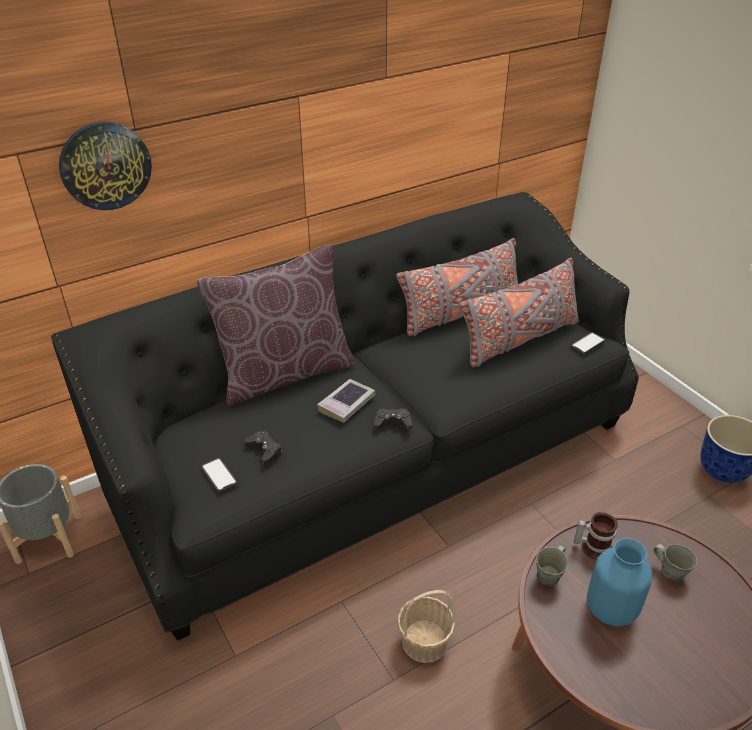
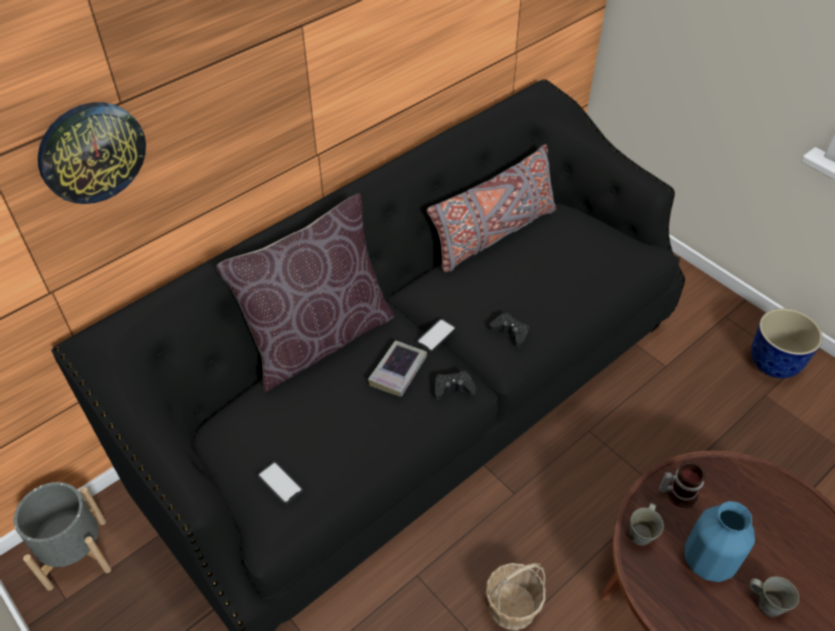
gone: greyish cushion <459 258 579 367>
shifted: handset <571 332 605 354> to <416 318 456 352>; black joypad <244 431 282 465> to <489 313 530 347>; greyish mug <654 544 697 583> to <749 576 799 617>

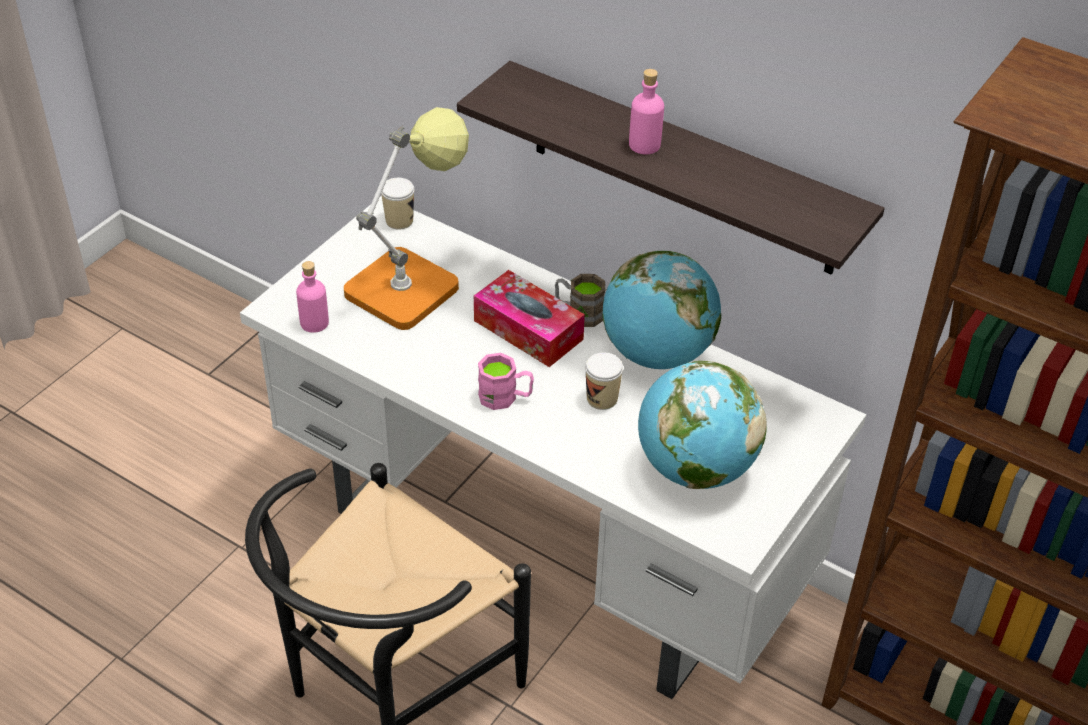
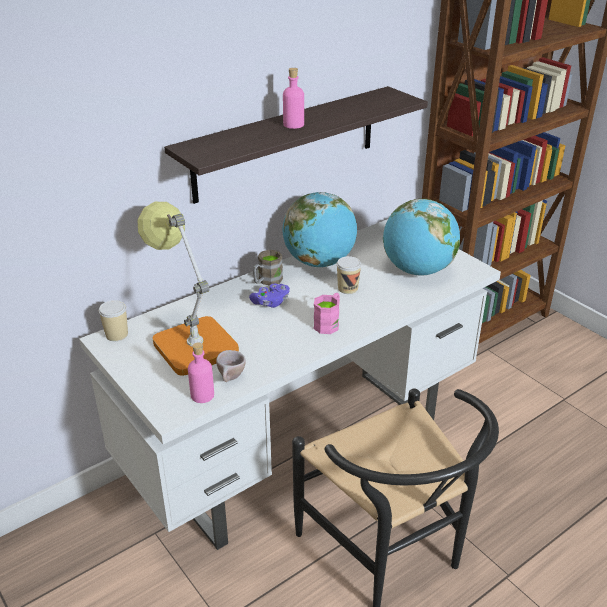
new: beige drinking cup <216 350 246 382>
swapped: box of tissues <474 270 585 367> to purplish joypad <249 284 290 308>

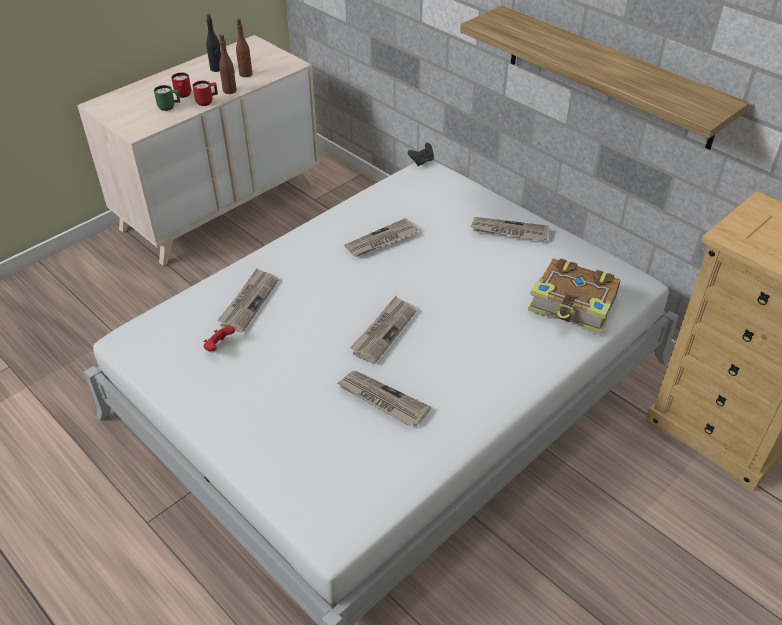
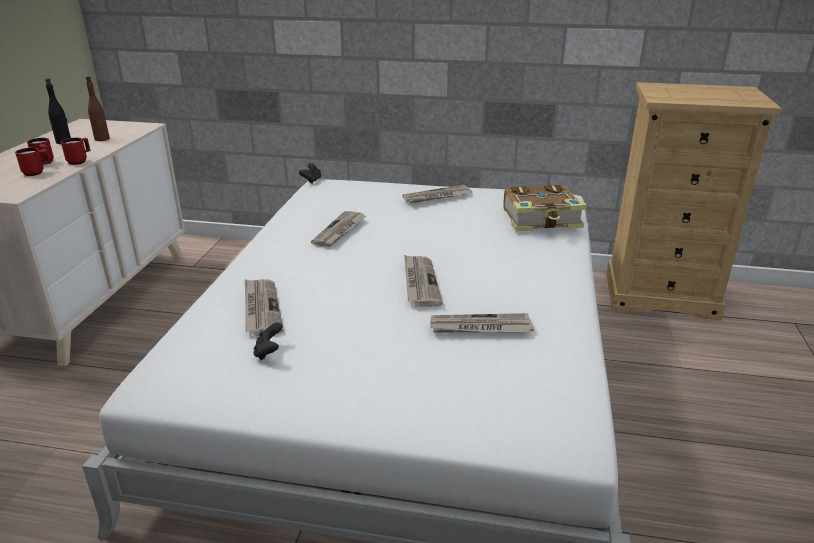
gone: brown-coloured bottle <219 34 237 94>; shelf <460 6 749 150>
repainted: green-coloured mug <154 85 180 111> to reddish mug <15 148 51 176>; reddish joypad <204 326 235 351> to black joypad <253 323 283 360>

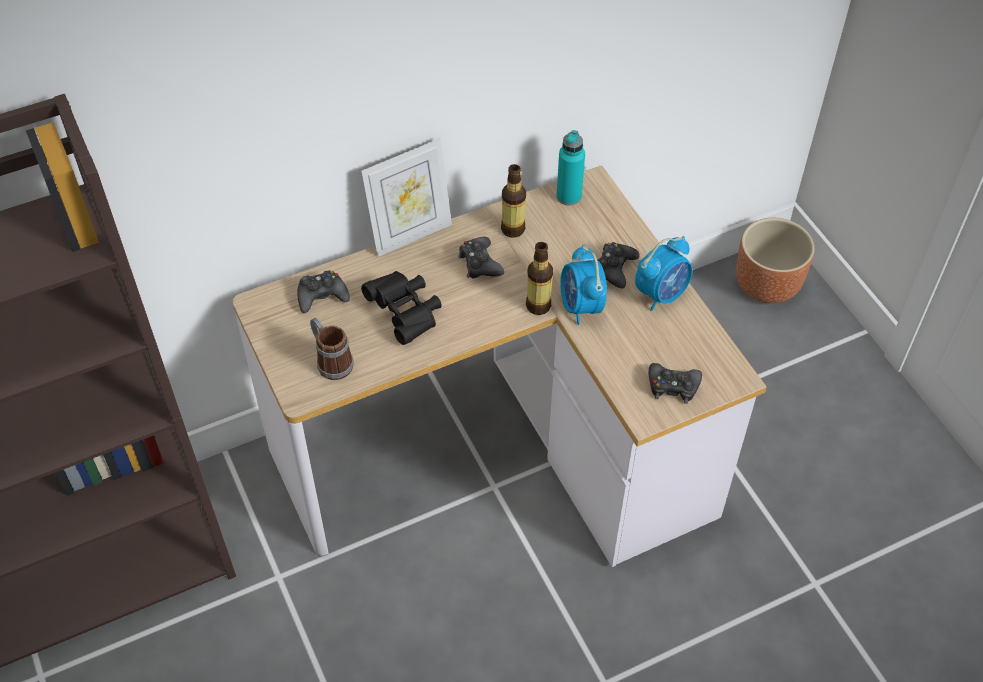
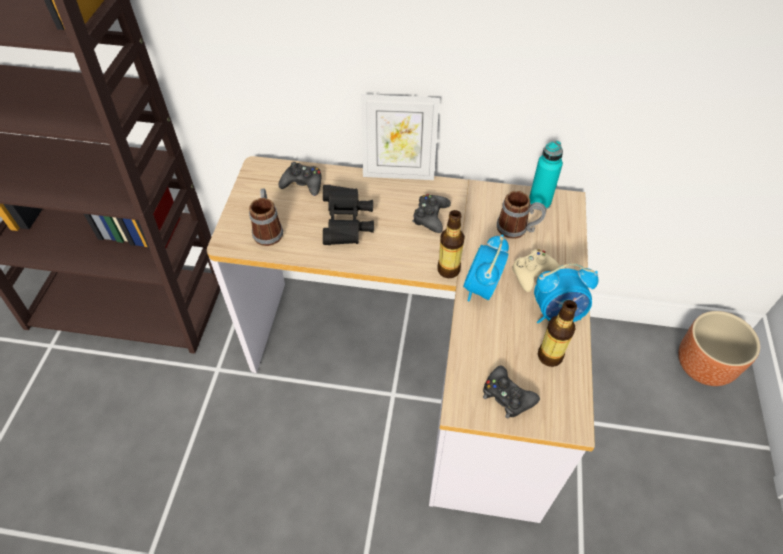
new: mug <497 191 546 239>
shifted: bottle <501 164 526 237> to <538 300 577 367>
repainted: black joypad <597 242 639 288> to beige joypad <512 249 562 292>

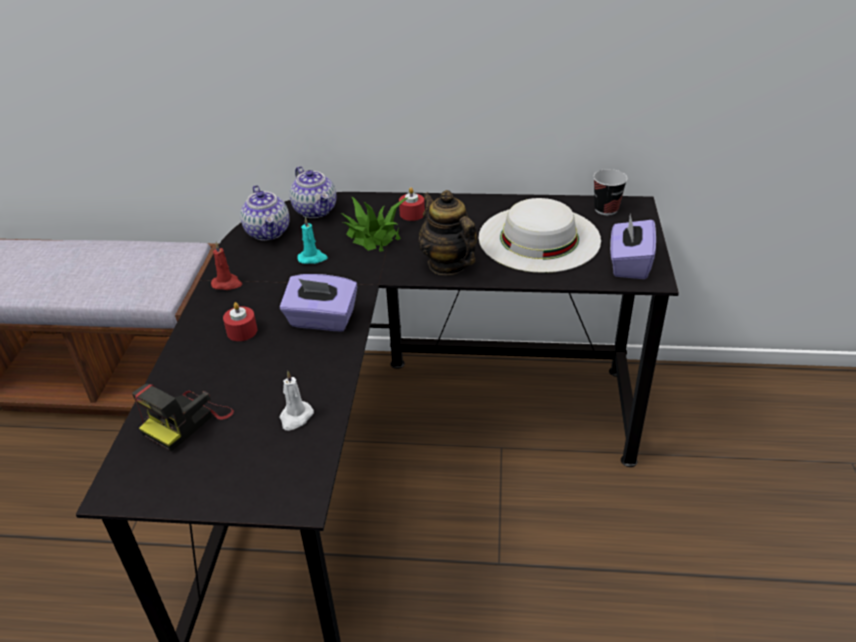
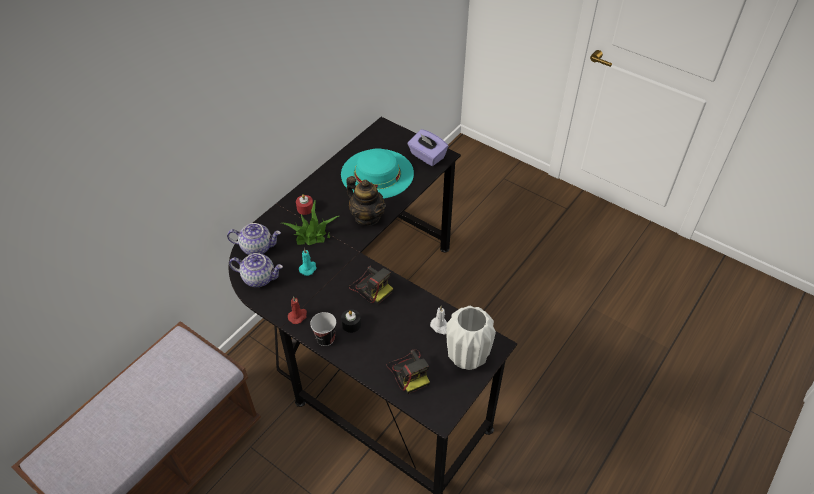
new: white vase <446 306 496 370>
shifted: drinking cup <593 169 628 215> to <310 312 336 346>
swapped: purplish box of tissues <280 274 358 331> to still camera <349 266 393 304>
repainted: white wearable hat <479 198 601 273> to turquoise wearable hat <341 148 414 199>; reddish wax candle <223 302 257 341> to black wax candle <341 309 361 333>
rotated: pot for tea <419 190 477 275> = <346 176 386 226> 135 degrees counterclockwise

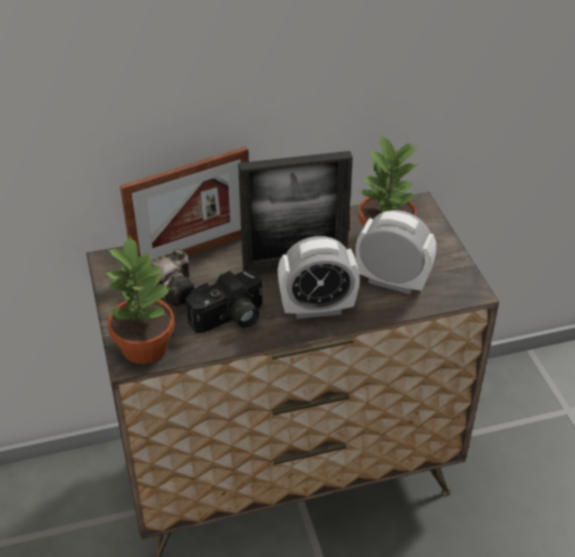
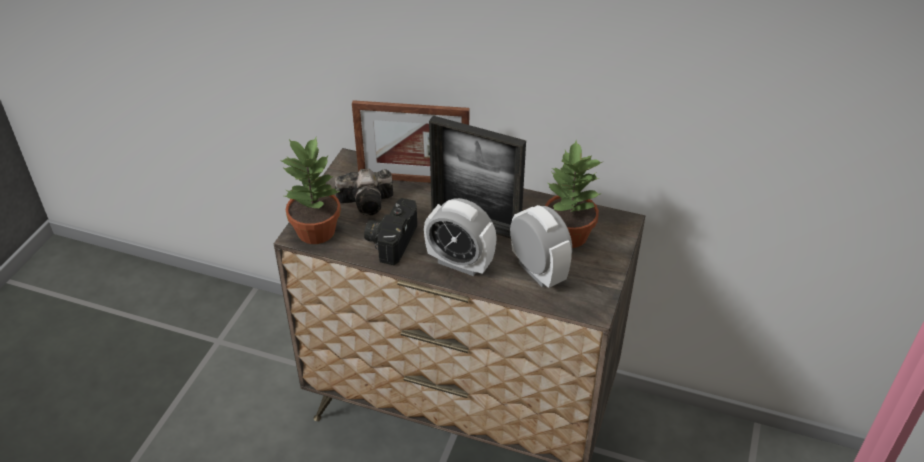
rotated: still camera <186 270 263 333> = <364 198 417 265> 105 degrees clockwise

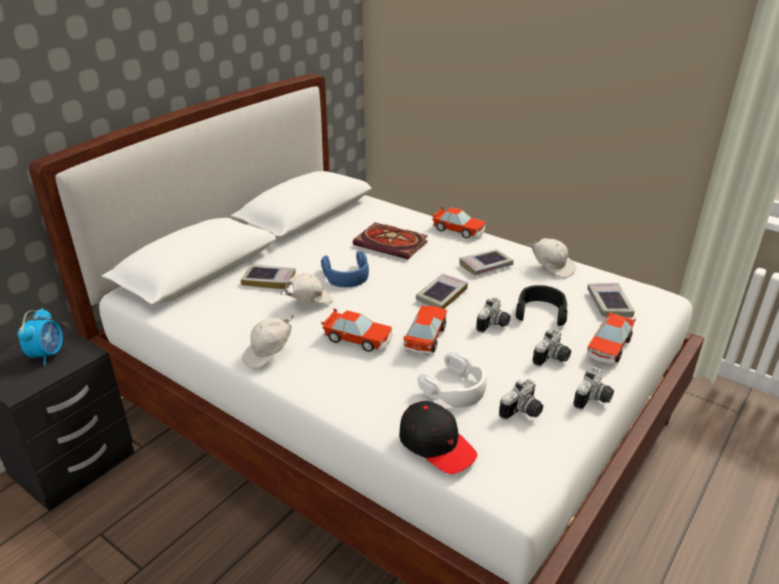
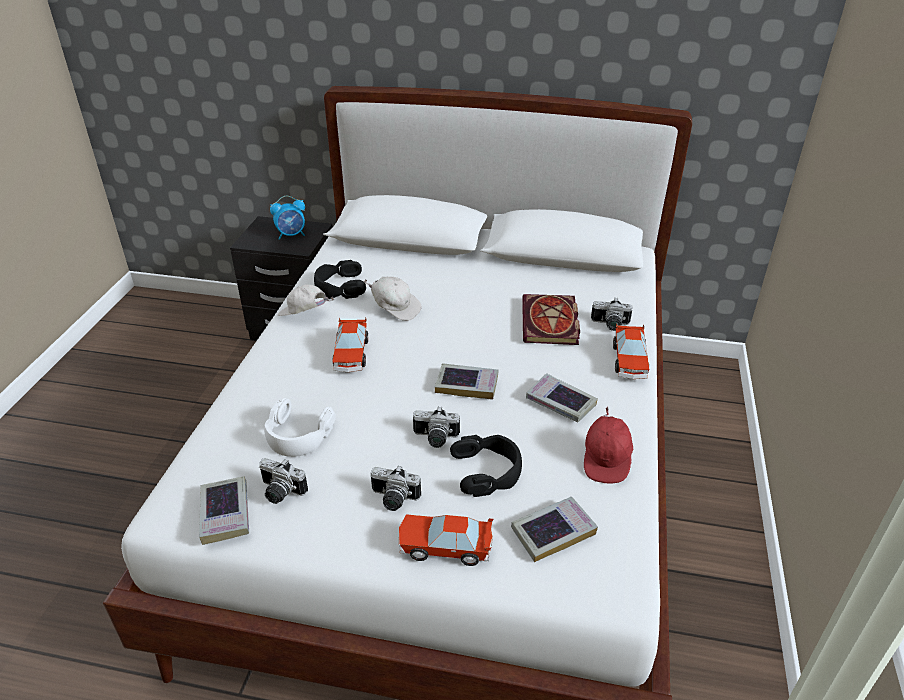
gone: blue headset <321 251 369 287>; black peaked cap <399 401 477 474>; model car <403 306 447 356>
new: black headset <314 260 366 299>
shifted: volume <241 264 296 289> to <199 476 249 545>; still camera <573 367 614 410> to <591 298 632 331>
repainted: white peaked cap <525 238 576 278> to reddish peaked cap <584 407 633 484>

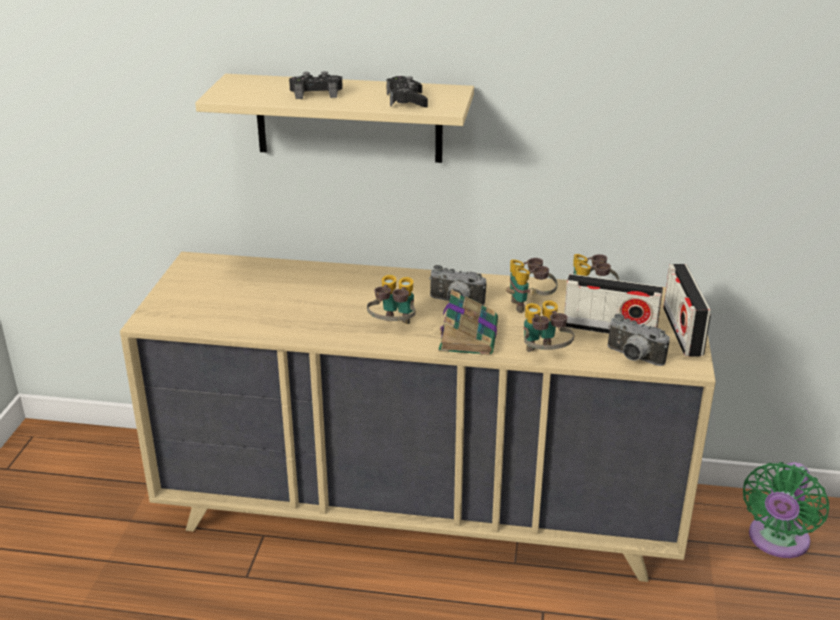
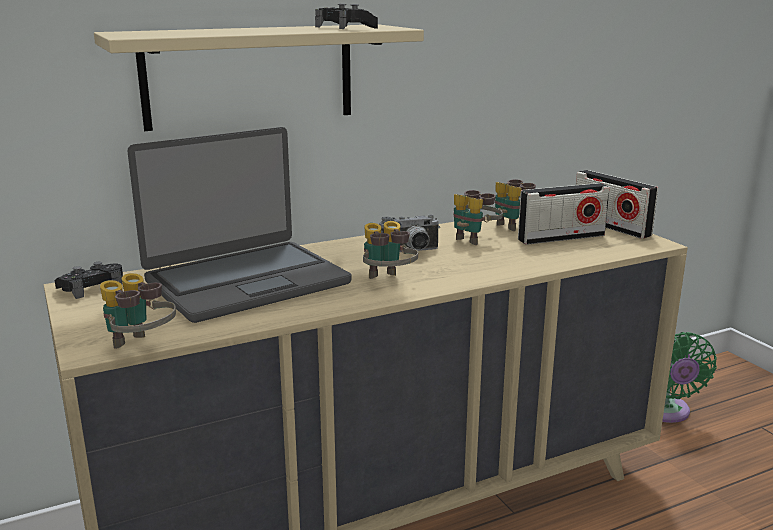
gone: volume <438 290 498 356>; still camera <608 314 670 366>
new: portable computer <127 127 352 323>
shifted: black joypad <289 71 342 99> to <54 262 123 299>; field glasses <524 300 575 352> to <100 273 176 349>

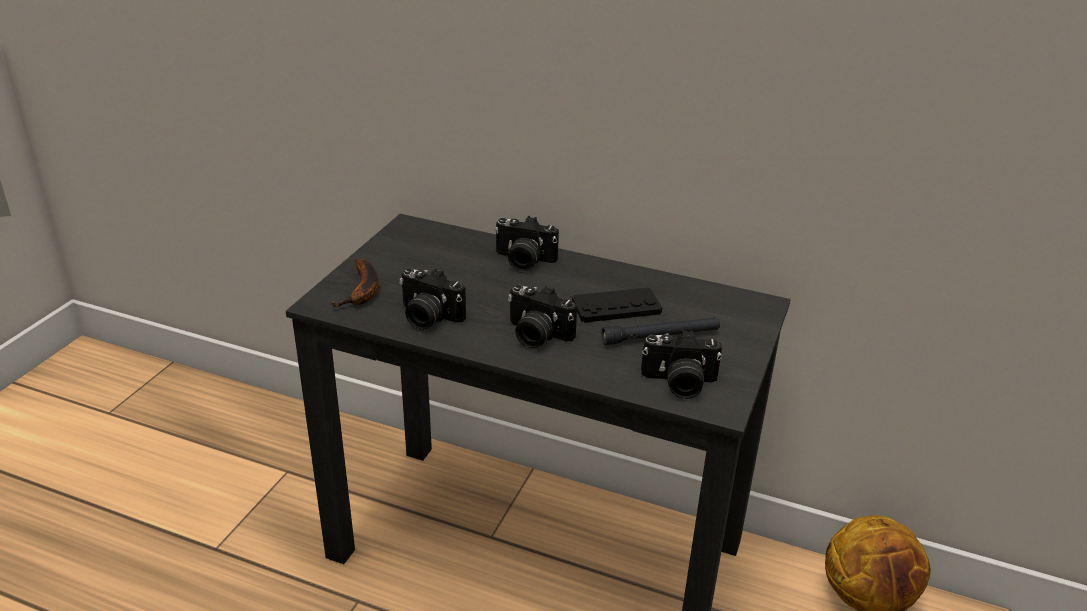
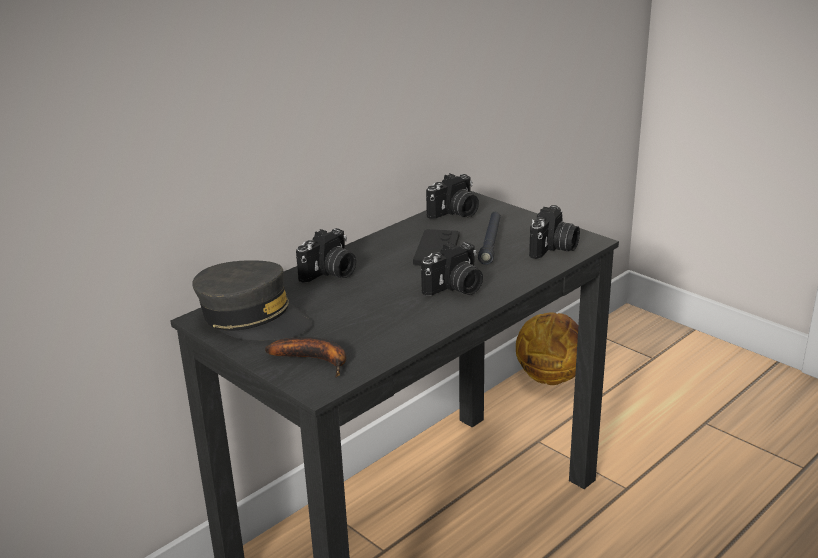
new: greyish peaked cap <192 260 312 340>
shifted: still camera <399 268 466 330> to <426 173 479 219>

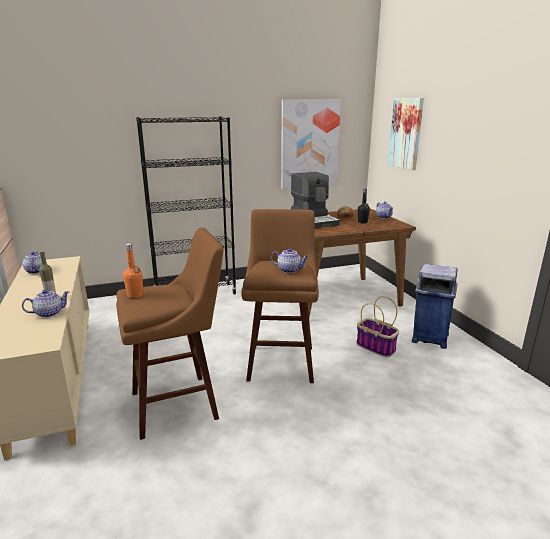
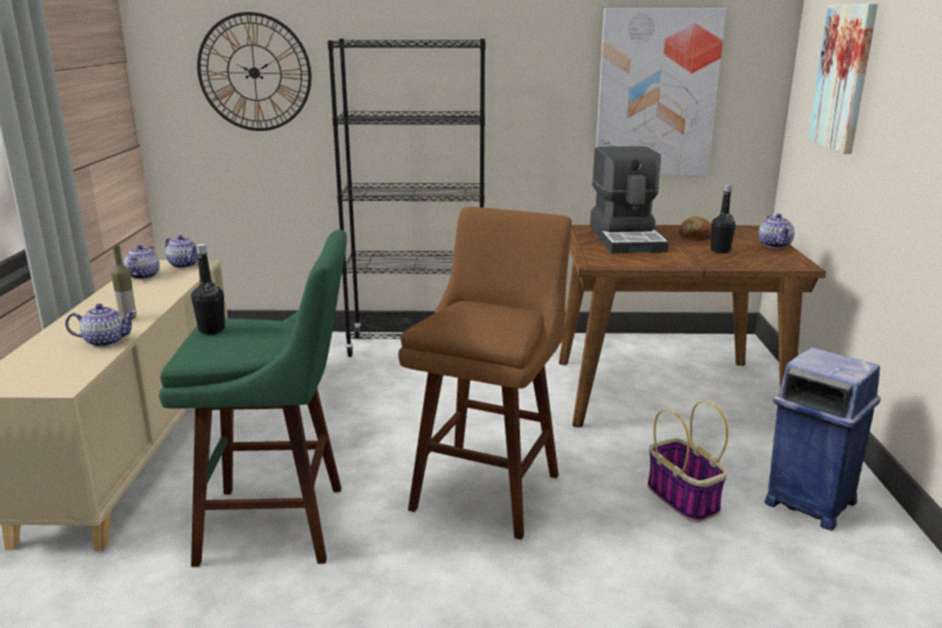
new: clock on the wall <197 12 311 131>
shifted: pot for tea <270 248 309 273> to <165 235 198 268>
repainted: brown-coloured stool seat <116 228 224 440> to green-coloured stool seat <159 230 347 567>; orange bottle <123 243 143 298> to black bottle <191 244 225 334>

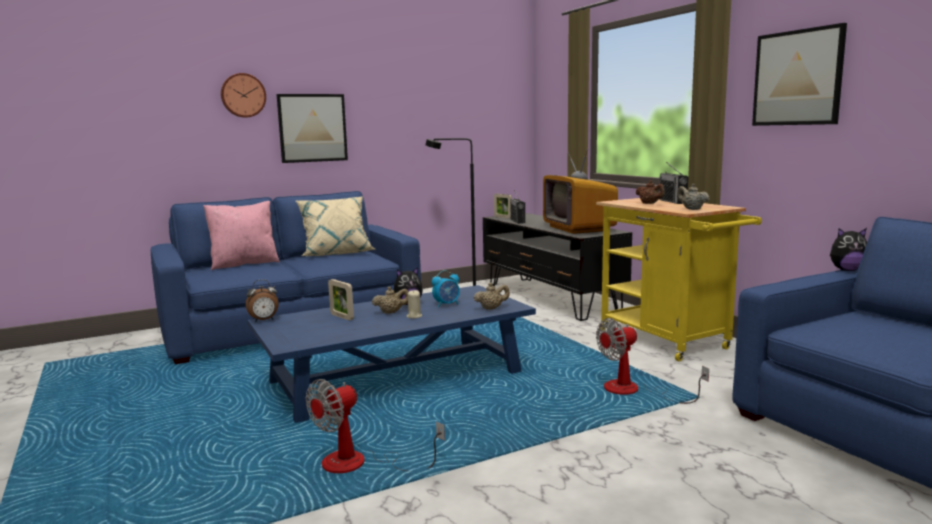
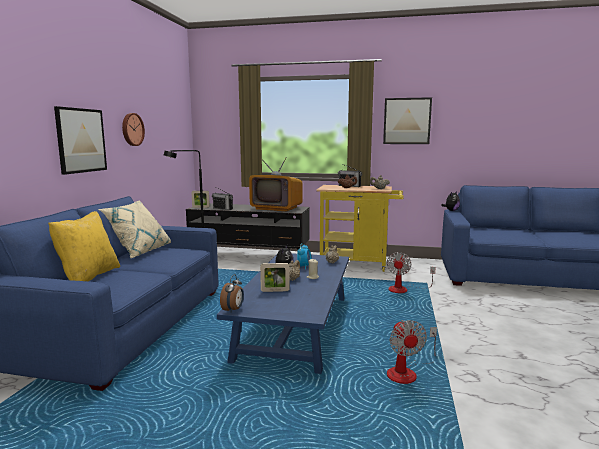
shifted: clock on the wall <221 73 266 118> to <122 113 145 146>
repainted: pinkish cushion <203 201 280 270> to yellowish cushion <48 211 120 281>

